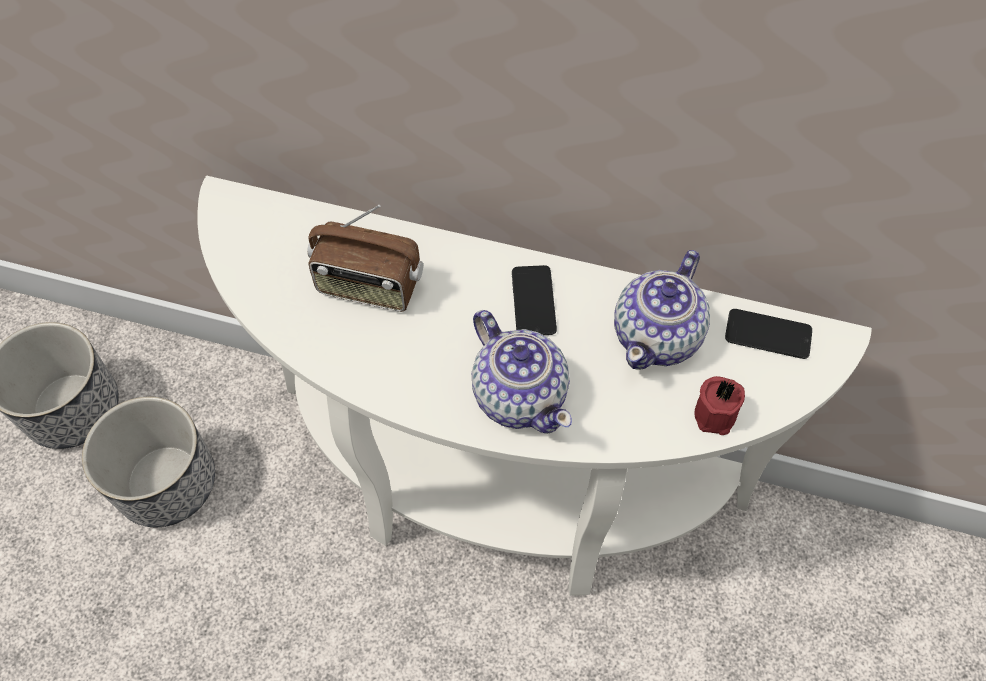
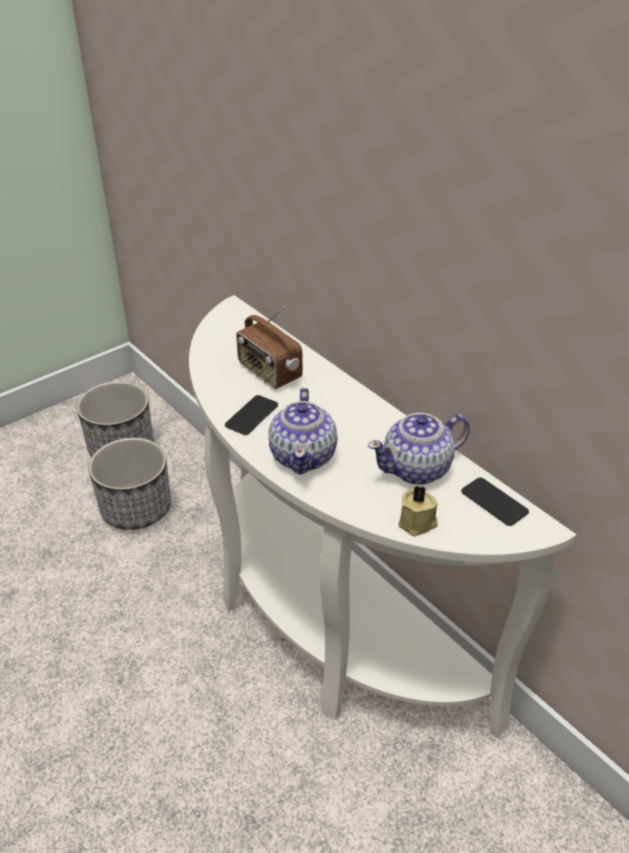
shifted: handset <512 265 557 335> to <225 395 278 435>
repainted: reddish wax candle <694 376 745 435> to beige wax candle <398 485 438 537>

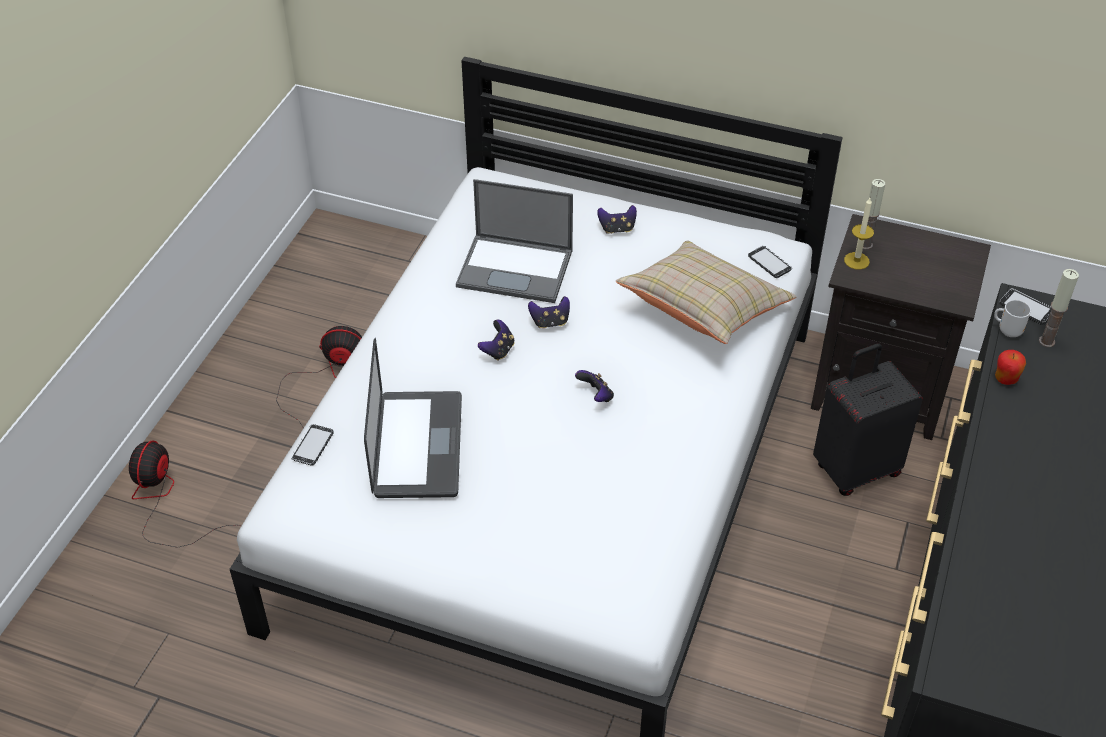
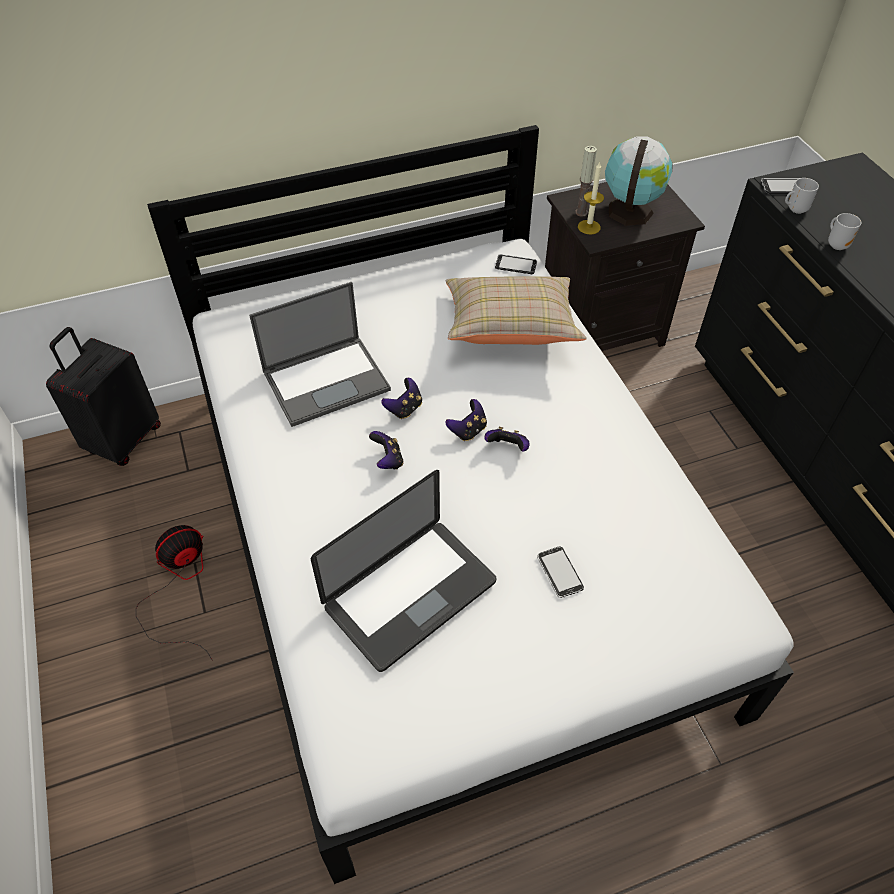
gone: fan <129 440 241 548>; wax candle <1039 269 1079 347>
new: world globe <605 137 672 226>
shifted: black travel case <813 343 923 496> to <46 327 161 466>; joypad <597 205 637 234> to <445 399 487 441>; handset <291 424 334 466> to <537 546 584 598>
swapped: apple fruit <995 350 1026 385> to mug <828 213 862 250>
rotated: portable computer <364 338 462 498> = <311 470 496 672> 90 degrees clockwise

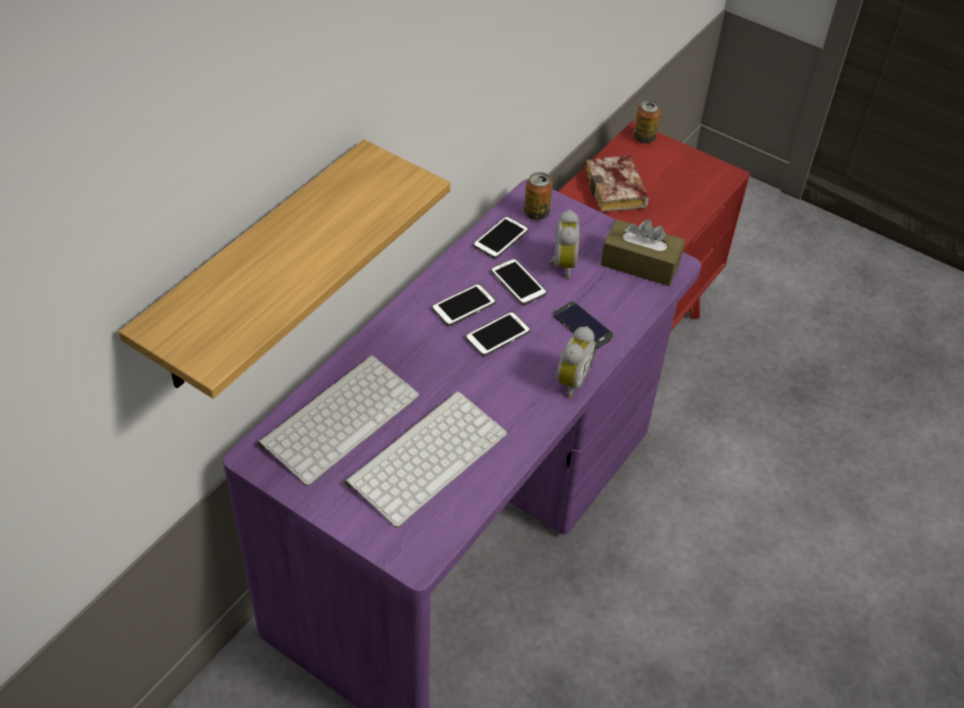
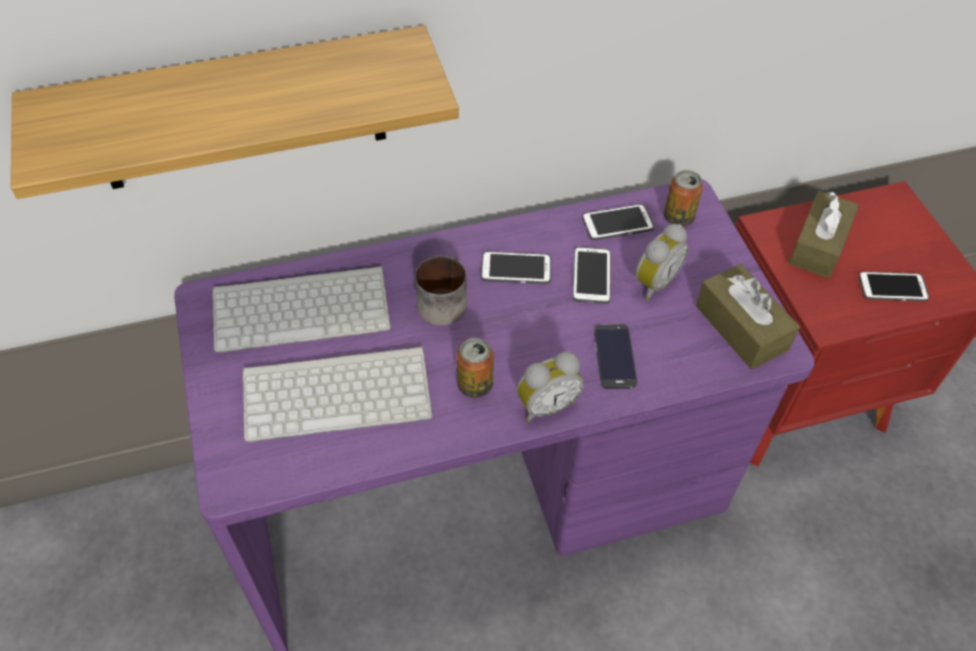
new: mug <415 256 467 325>
shifted: can <634 100 661 143> to <457 338 494 398>; handset <465 312 531 356> to <858 272 929 301>
swapped: volume <585 155 649 213> to brown-coloured box of tissues <789 191 859 278>

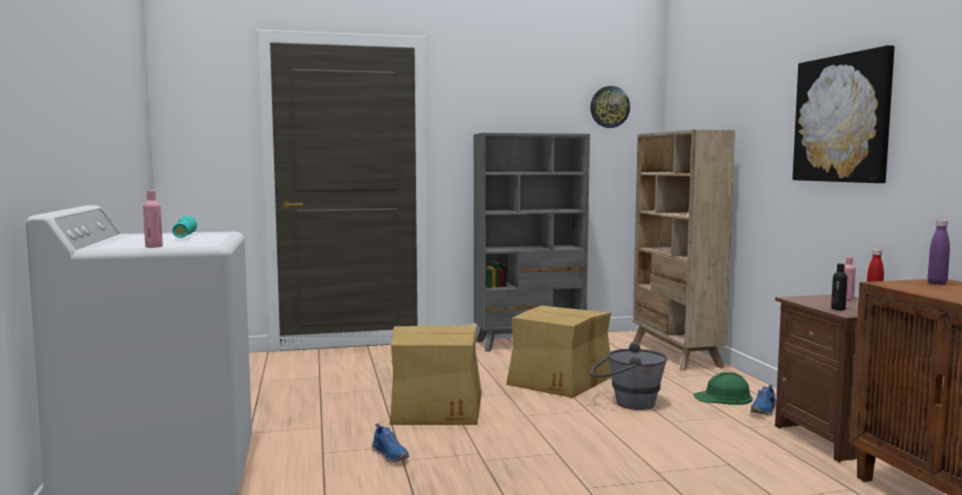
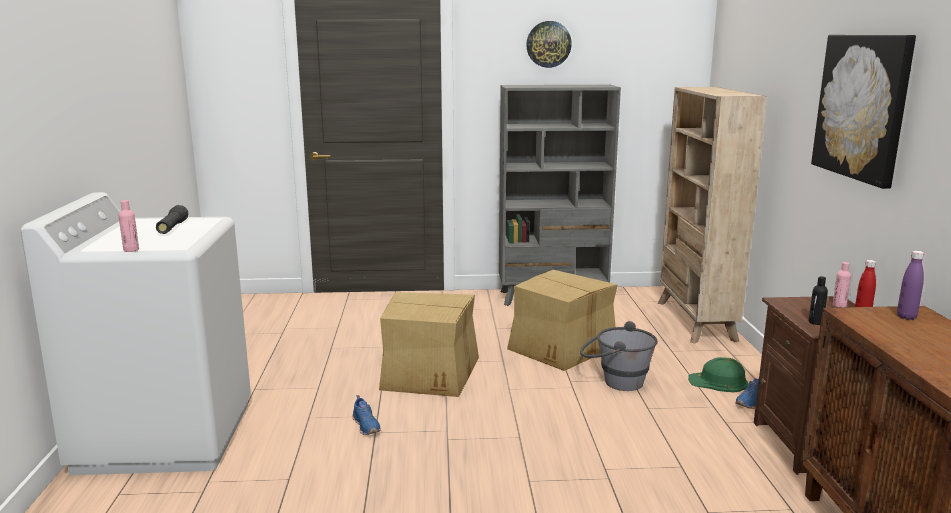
shifted: clock on the wall <590 86 630 128> to <526 21 572 68>
repainted: turquoise hand torch <172 216 198 238> to black hand torch <156 205 188 234>

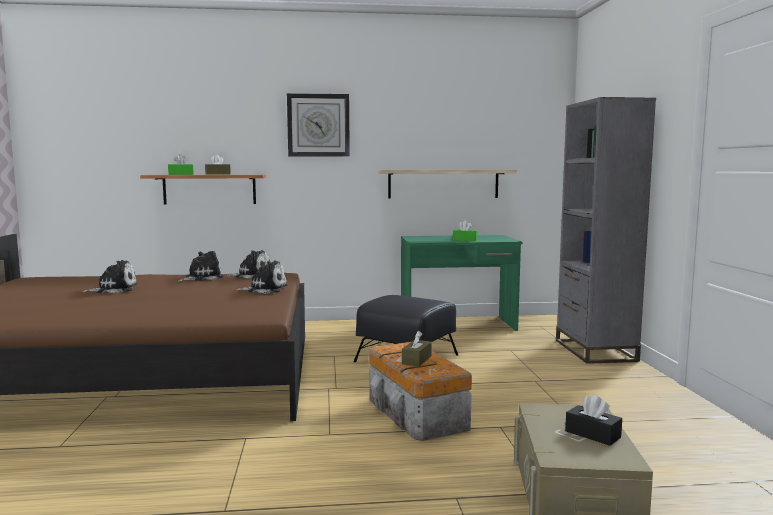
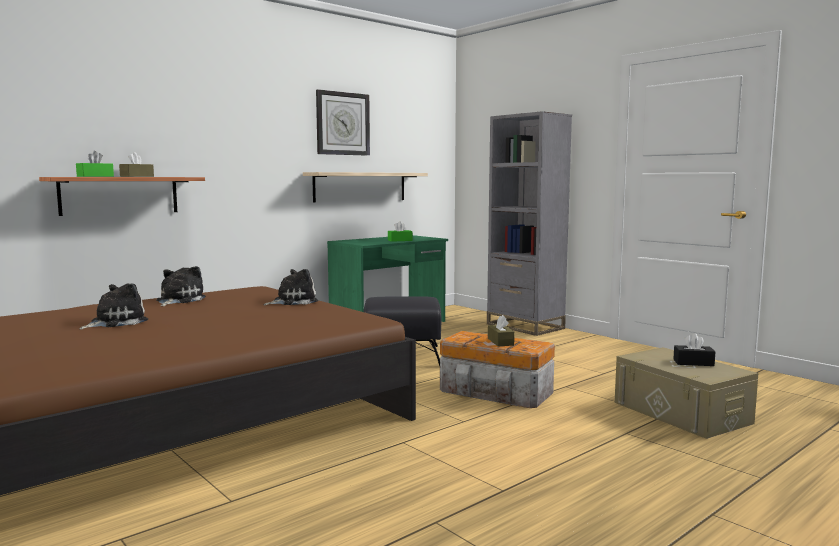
gone: plush toy <227 250 270 279>
shifted: clock on the wall <287 93 350 157> to <316 89 370 156>

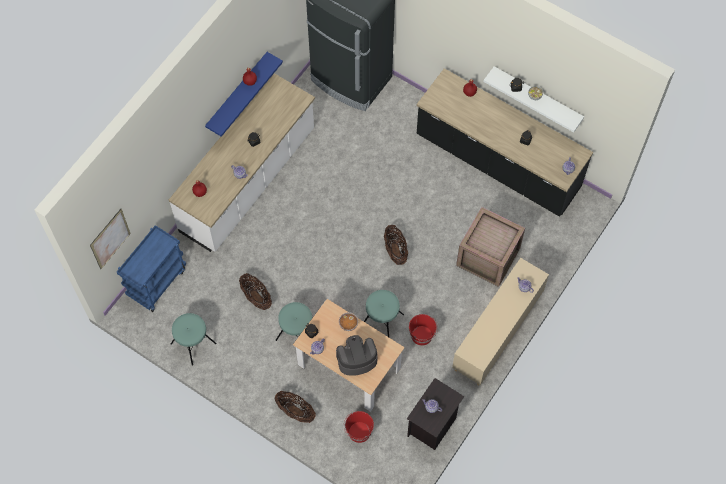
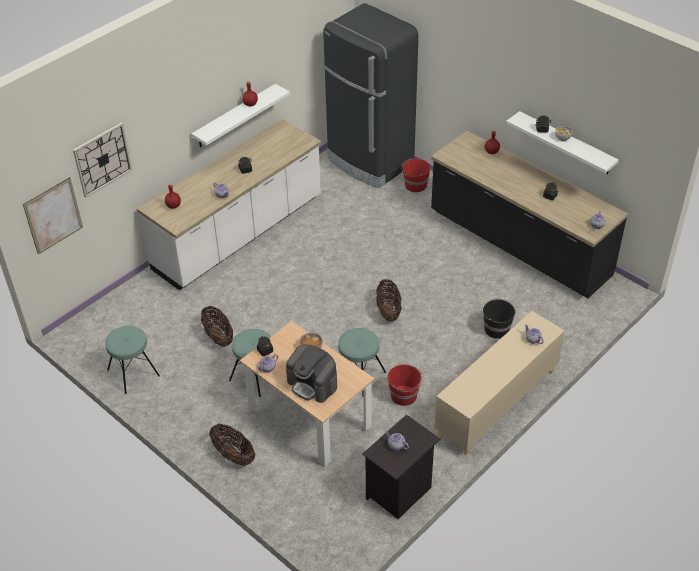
gone: blue cart <117 225 186 312>
new: clock on the wall <73 123 132 198>
shifted: reddish bucket <344 411 374 443> to <401 158 430 192>
swapped: packing crate <456 207 525 287> to black bucket <481 299 515 339>
repainted: blue shelf <205 52 283 137> to white shelf <191 84 290 148>
rotated: coffee machine <336 335 378 376> = <286 344 337 403> 135 degrees counterclockwise

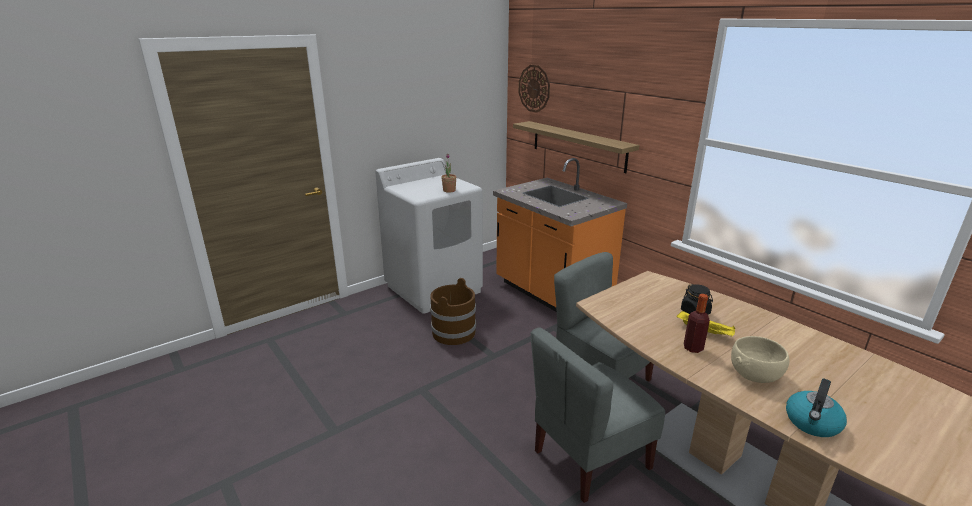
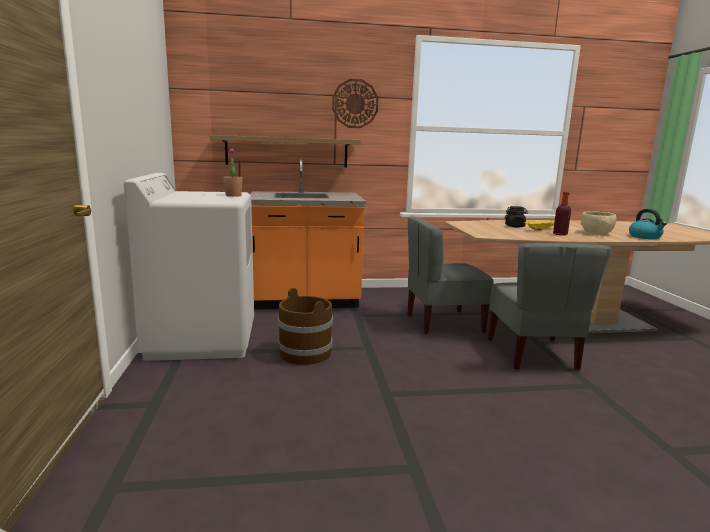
shifted: clock on the wall <519 65 550 113> to <332 79 379 128>

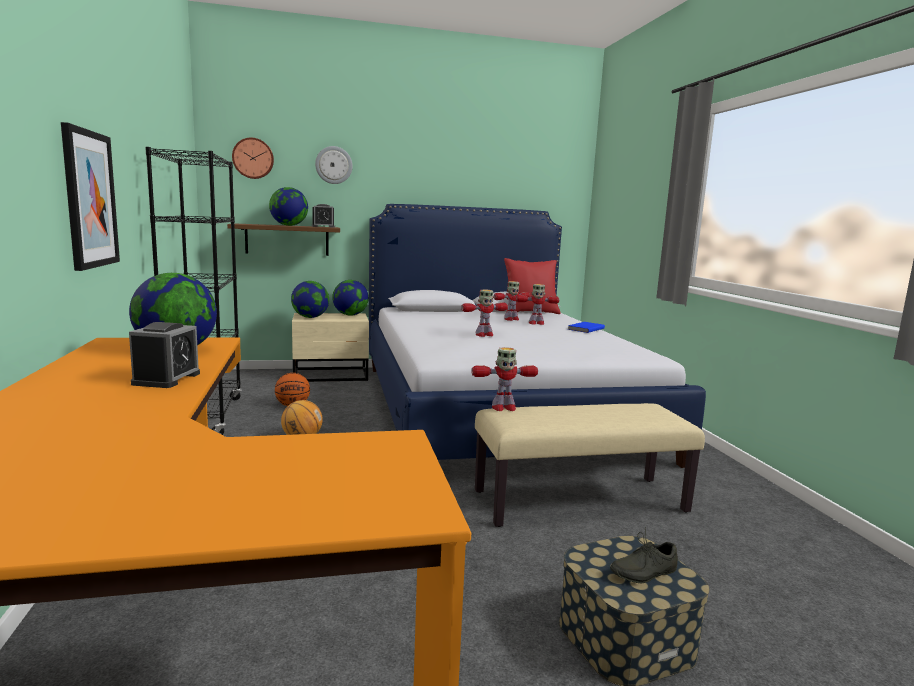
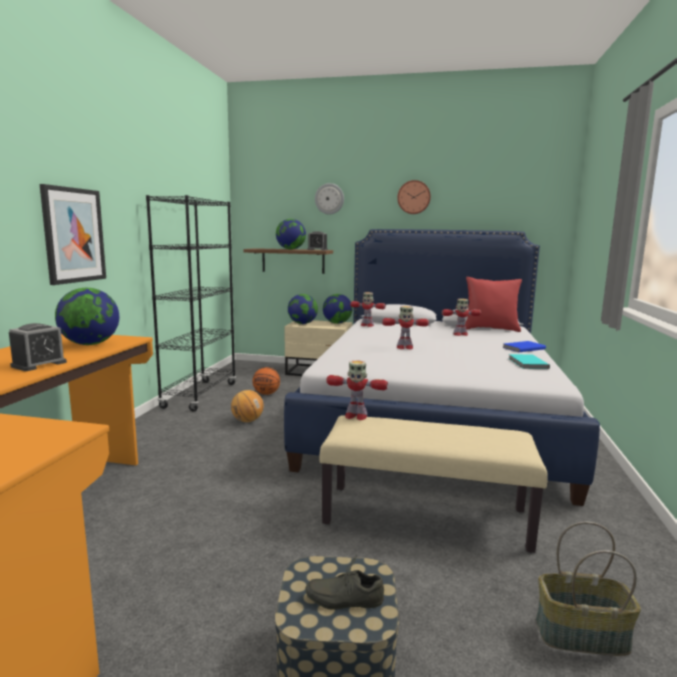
new: turquoise volume <508 354 550 369>; storage basket <536 521 641 656>
shifted: robot figure <516 284 559 325> to <350 292 386 327>; clock on the wall <232 138 274 179> to <397 180 431 214>

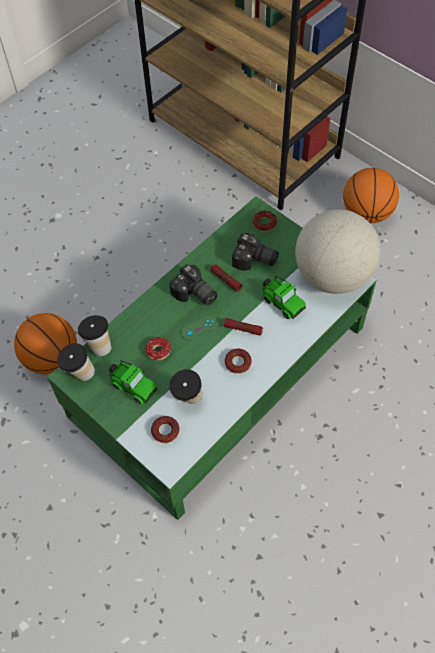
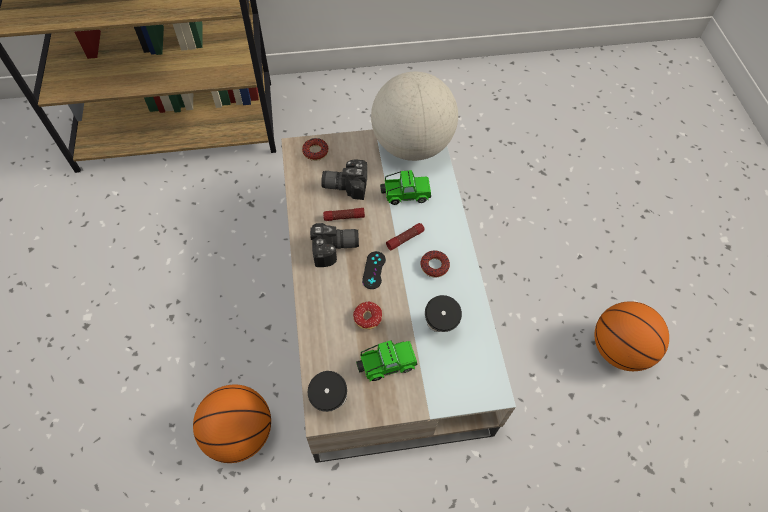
gone: drinking cup <78 315 111 356>; doughnut <151 416 179 443>
shifted: ball for basketball <343 168 399 223> to <595 301 669 371>
repainted: green-coloured coffee table <47 196 377 520> to beige coffee table <281 129 516 463>; green-coloured joypad <181 316 218 341> to black joypad <362 251 386 289>
rotated: still camera <232 233 279 271> = <321 160 367 200> 150 degrees counterclockwise

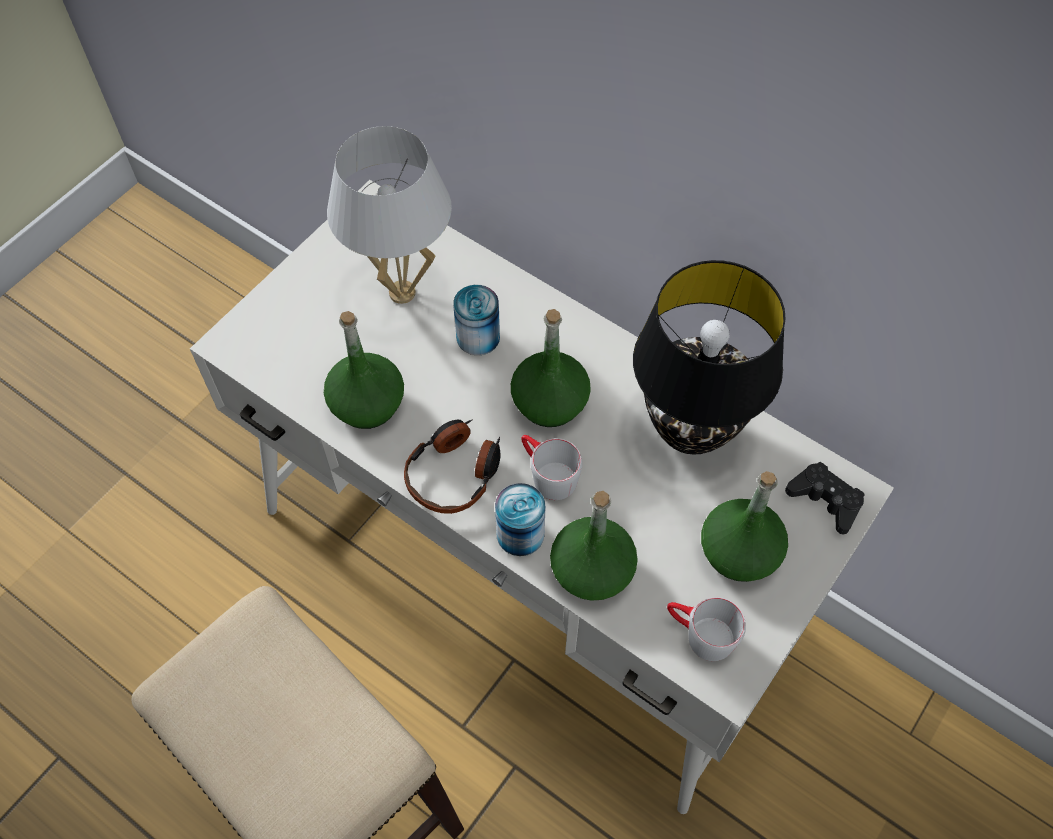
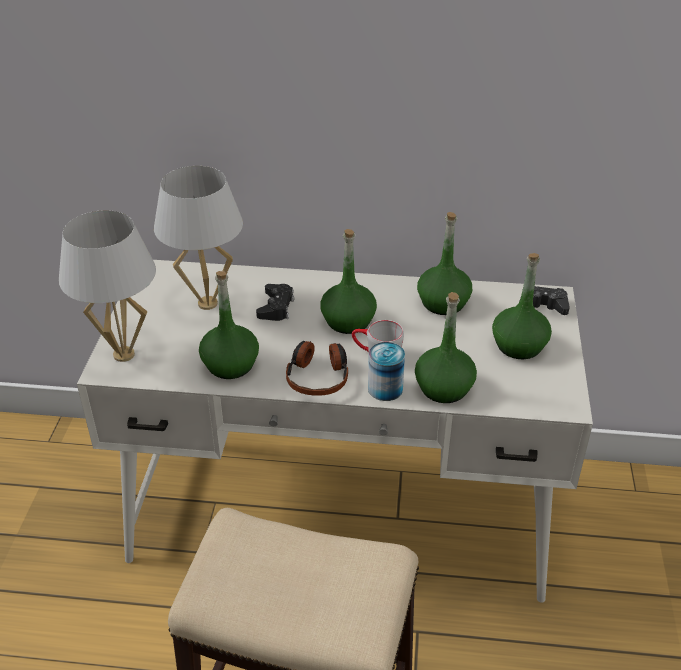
gone: greyish mug <667 597 746 661>
new: white table lamp <59 210 156 362>
swapped: can <453 285 500 355> to black joypad <256 284 294 321>; black table lamp <633 260 786 455> to green-coloured bottle <417 212 472 315>

